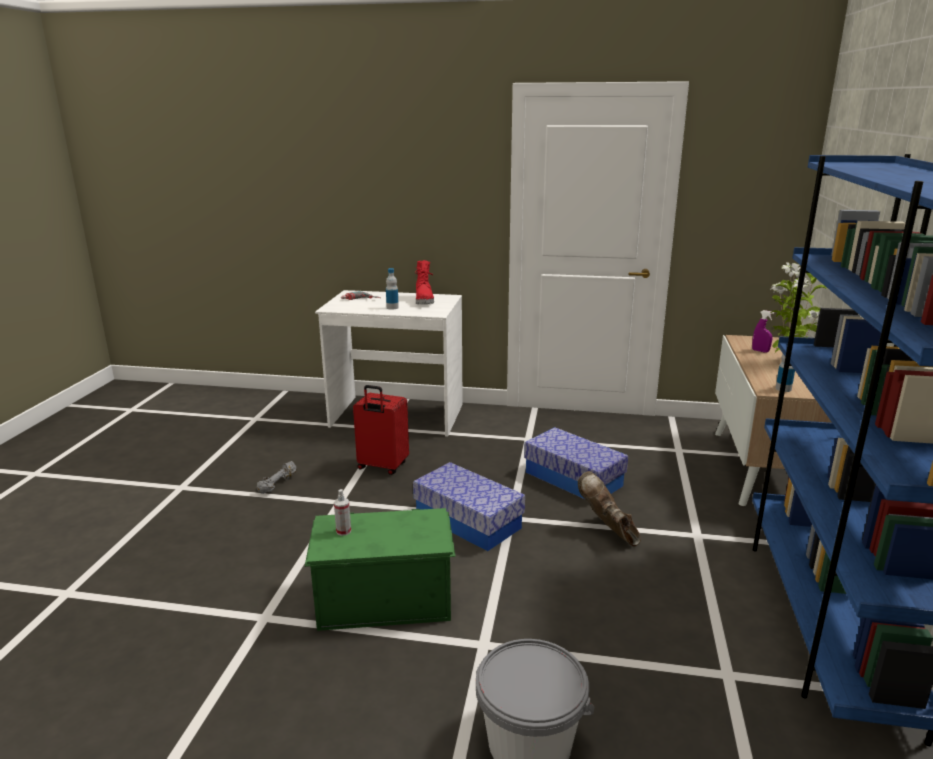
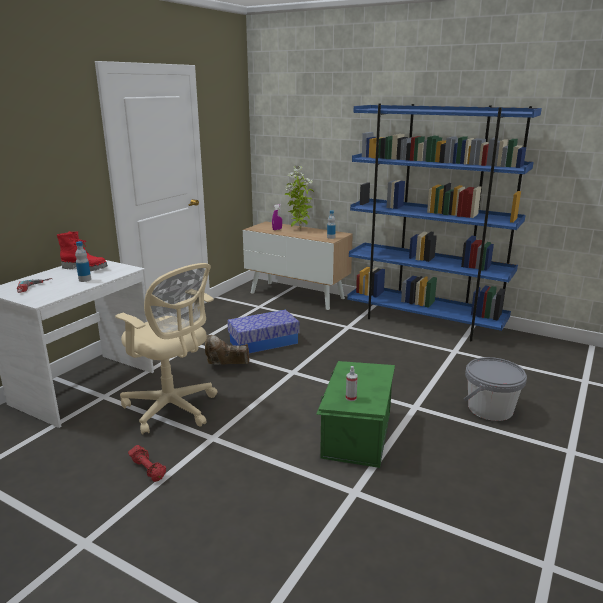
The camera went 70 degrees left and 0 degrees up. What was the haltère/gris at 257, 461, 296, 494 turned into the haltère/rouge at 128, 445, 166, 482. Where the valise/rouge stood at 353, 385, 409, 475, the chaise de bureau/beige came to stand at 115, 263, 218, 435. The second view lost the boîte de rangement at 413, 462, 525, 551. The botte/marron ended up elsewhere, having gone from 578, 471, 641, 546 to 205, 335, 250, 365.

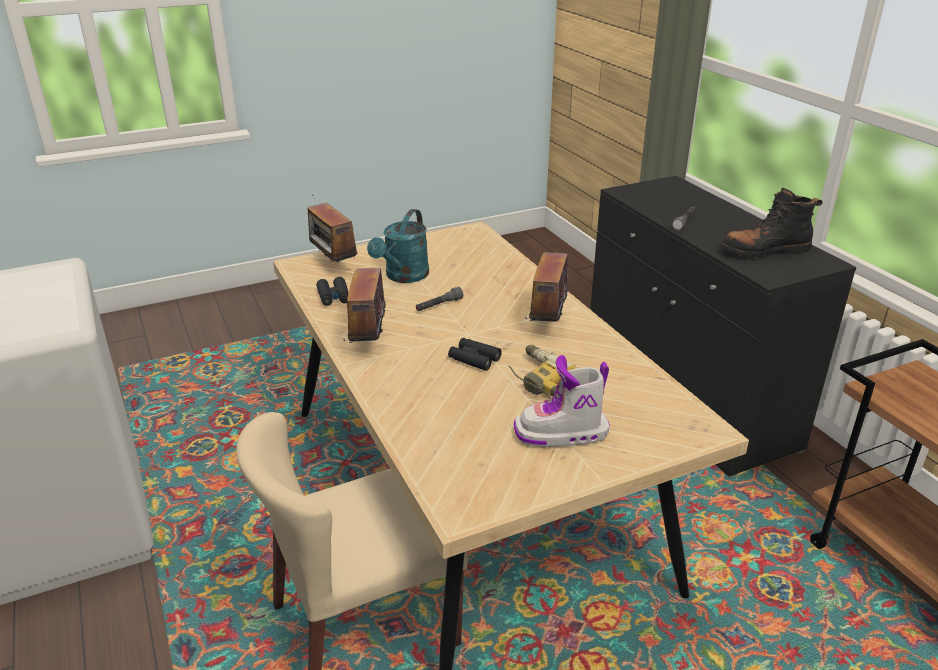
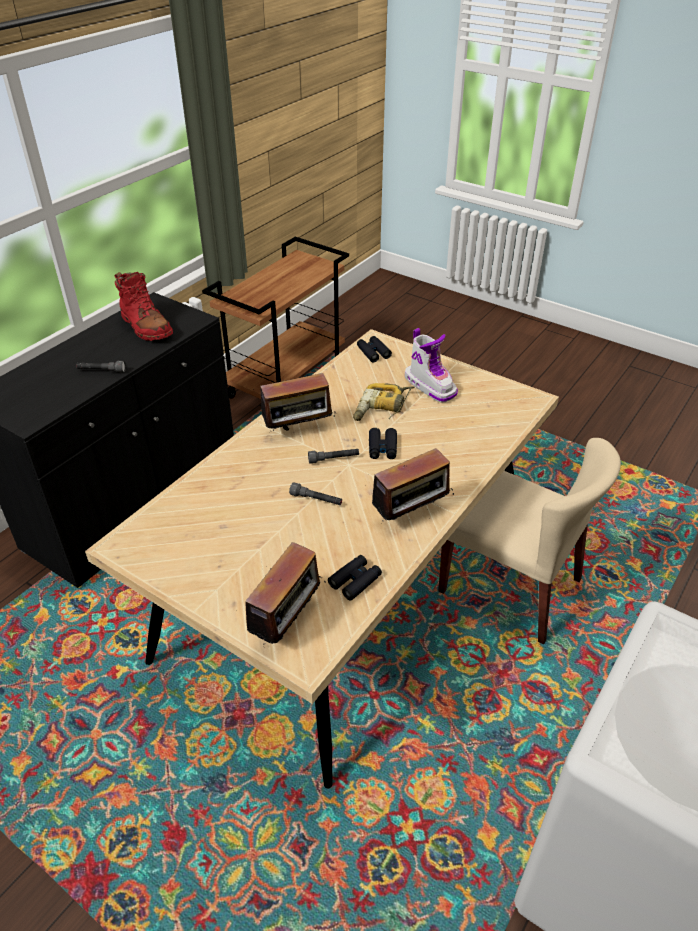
The camera went 120 degrees left and 10 degrees up. The second view lost the arrosoir/turquoise at 367, 209, 429, 283. What was the botte/noir at 720, 188, 822, 258 turned into the botte/rouge at 114, 272, 173, 341. The second view gained the lampe de poche/gris at 308, 449, 359, 464. The second view gained the jumelles/noir at 357, 336, 392, 362.

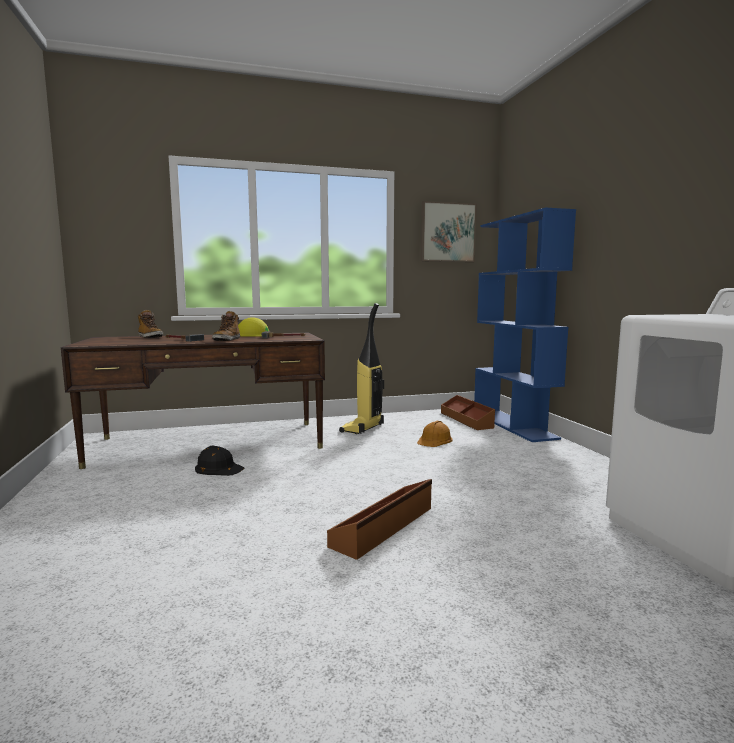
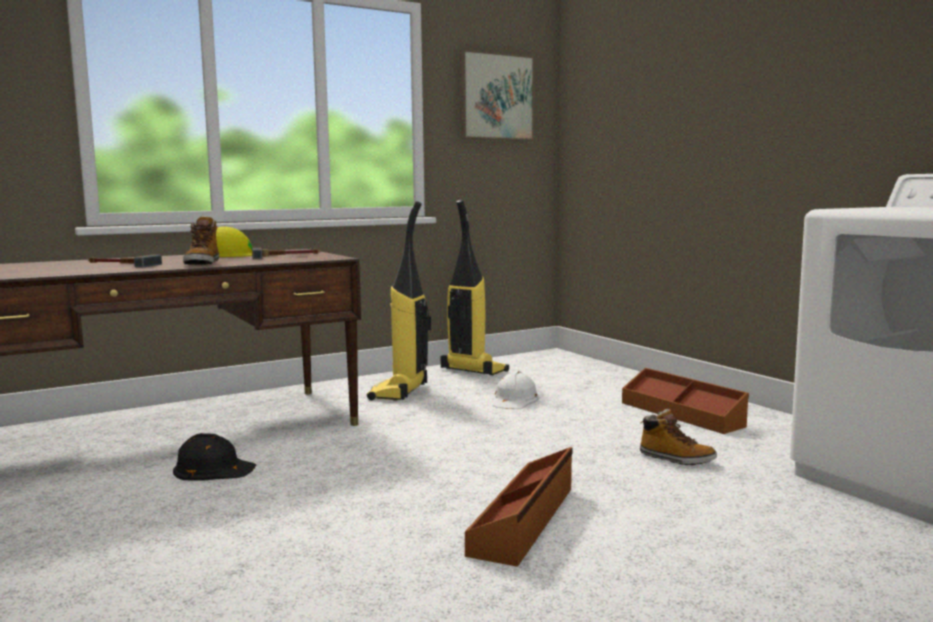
The camera went 15 degrees left and 0 degrees up. The botte ended up elsewhere, having gone from 138, 310, 163, 338 to 640, 409, 717, 465. What was the casque de chantier/orange at 417, 421, 452, 447 turned into the casque de chantier/blanc at 492, 371, 540, 409. The boîte de rangement/marron ended up elsewhere, having gone from 441, 395, 495, 430 to 622, 368, 749, 434. The second view lost the bibliothèque/bleu at 474, 208, 576, 442. The second view gained the aspirateur at 441, 200, 509, 375.

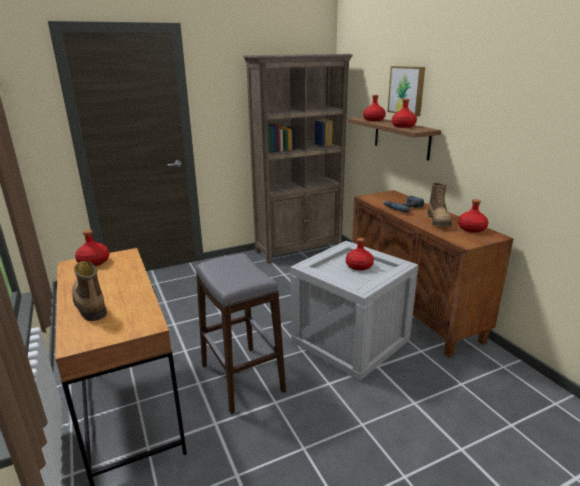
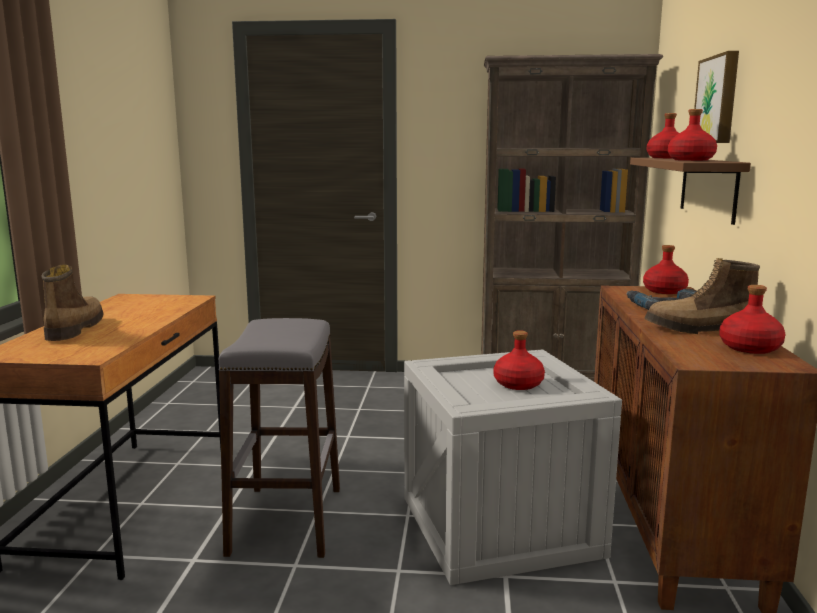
The camera went 30 degrees right and 10 degrees down. The bouteille/rouge ended up elsewhere, having gone from 75, 230, 110, 266 to 643, 245, 689, 294. The botte at 427, 183, 452, 227 ended up facing another way, 60 degrees clockwise from before.

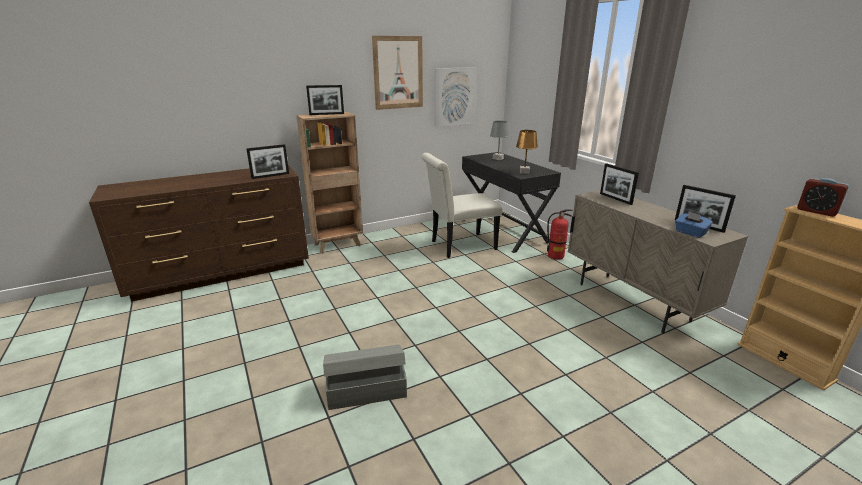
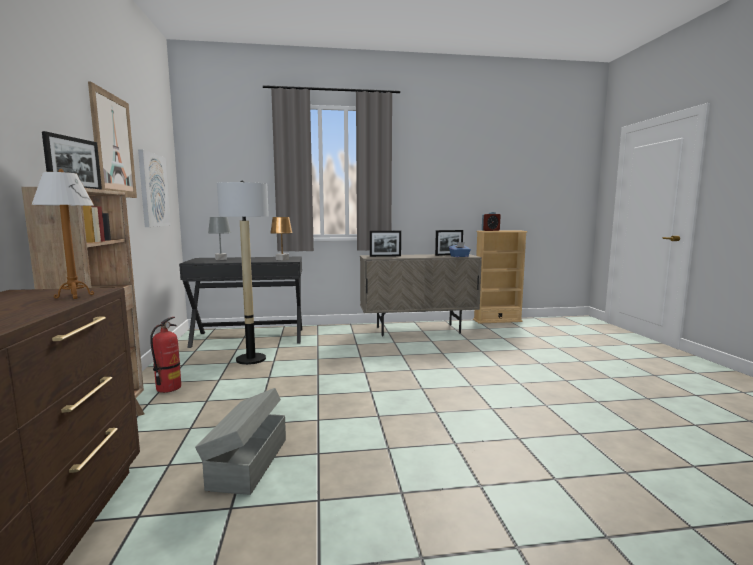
The camera went 70 degrees left and 15 degrees down. Where the cadre photo stood at 246, 144, 289, 179, the lampe de table came to stand at 31, 169, 94, 299. The boîte de rangement/gris ended up elsewhere, having gone from 323, 345, 407, 410 to 195, 388, 286, 495. Where the chaise/blanc stood at 421, 153, 502, 258, the lampadaire came to stand at 217, 181, 269, 365. The extincteur ended up elsewhere, having gone from 546, 209, 573, 260 to 150, 317, 181, 393.

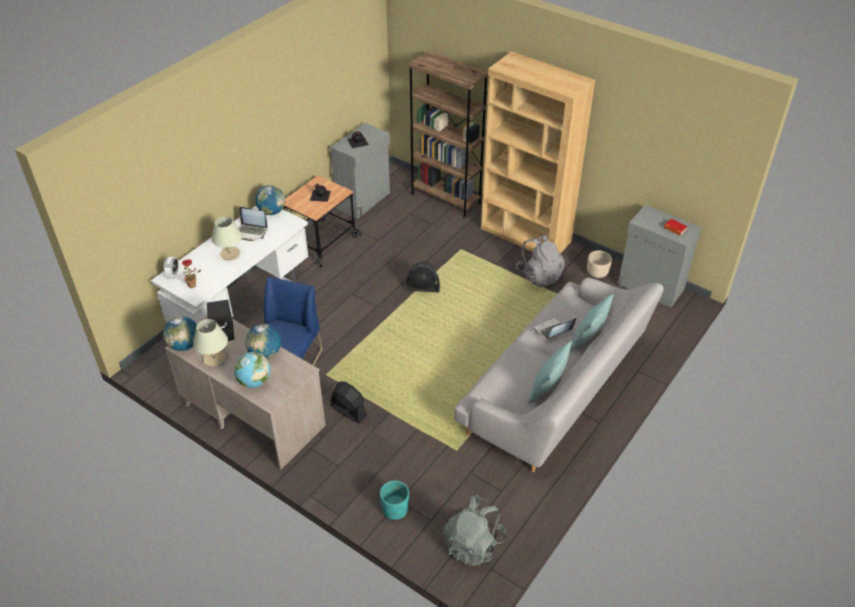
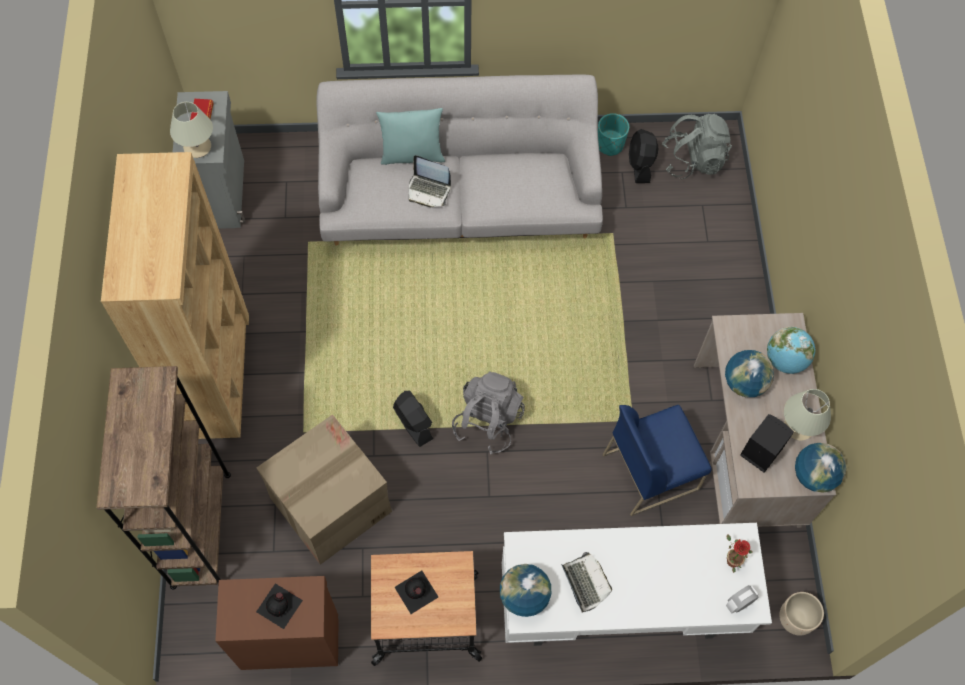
The camera went 130 degrees left and 20 degrees up. The lampe de table/beige ended up elsewhere, having gone from 211, 216, 242, 260 to 170, 102, 213, 158. What was the meuble de rangement/gris at 330, 123, 390, 219 turned into the meuble de rangement/marron at 215, 576, 338, 670. The ventilateur/noir ended up elsewhere, having gone from 330, 381, 367, 423 to 629, 129, 658, 183. The cache-pot/turquoise ended up elsewhere, having gone from 380, 481, 409, 520 to 598, 113, 629, 156. The sac à dos/gris ended up elsewhere, having gone from 516, 235, 565, 287 to 452, 372, 525, 454. The second view lost the coussin/turquoise at 528, 341, 572, 404. The cache-pot/beige ended up elsewhere, having gone from 587, 250, 612, 278 to 779, 592, 824, 636. The second view gained the carton at 256, 414, 392, 565.

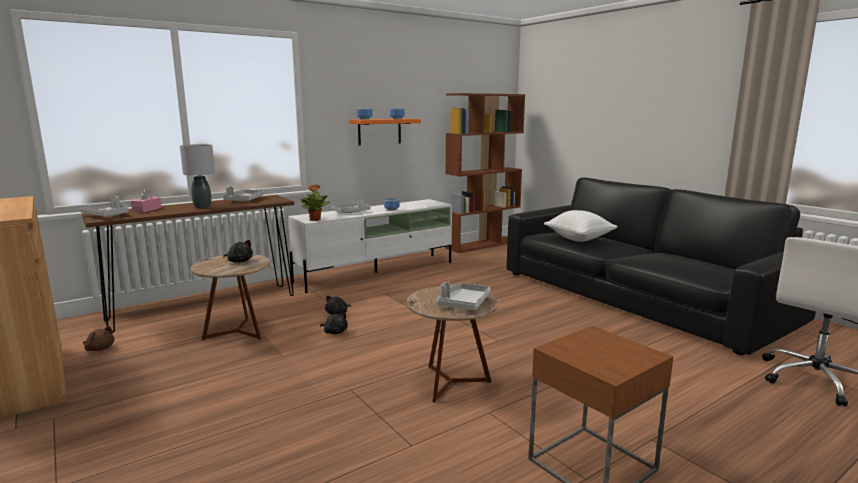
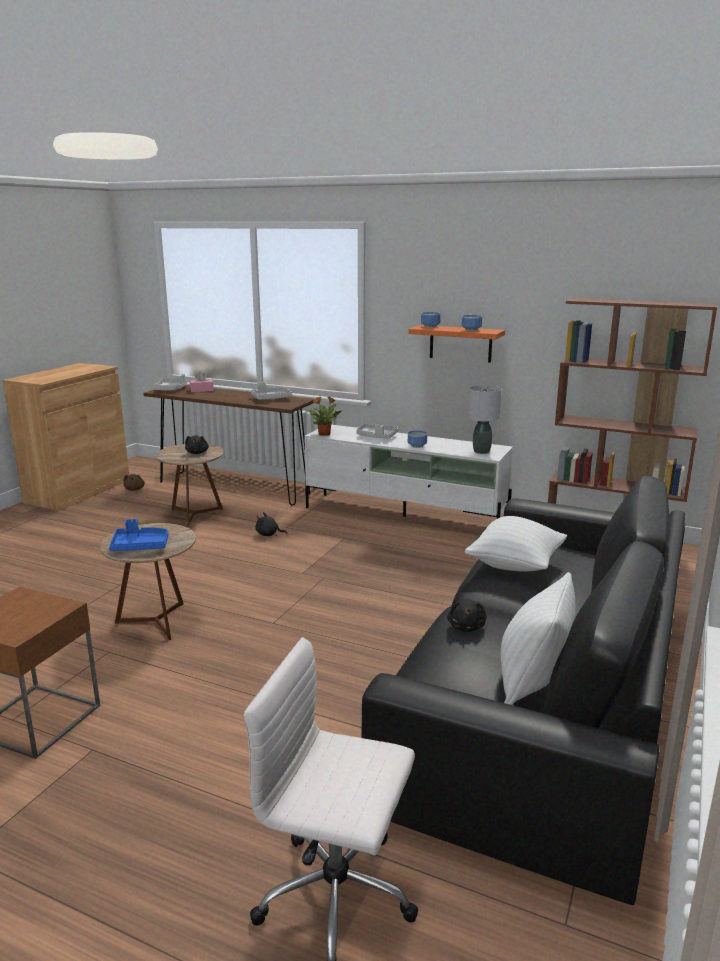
The camera went 60 degrees right and 5 degrees up. The lampe de table/gris ended up elsewhere, having gone from 180, 144, 215, 208 to 468, 385, 501, 454. The peluche/noir ended up elsewhere, having gone from 320, 312, 348, 334 to 447, 599, 487, 632. What was the plateau/gris at 437, 282, 491, 310 turned into the plateau/bleu at 109, 519, 168, 551. The second view gained the coussin/blanc at 501, 572, 576, 705.

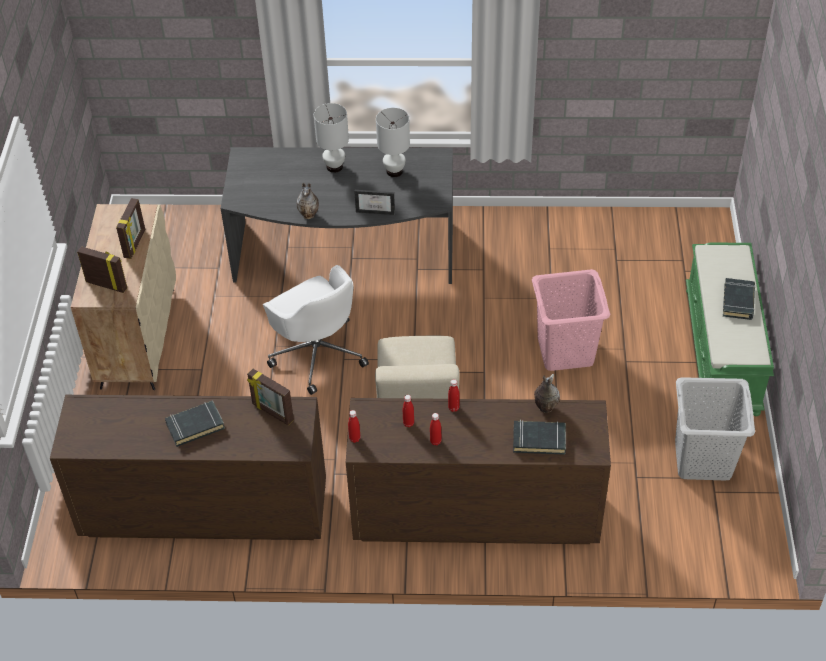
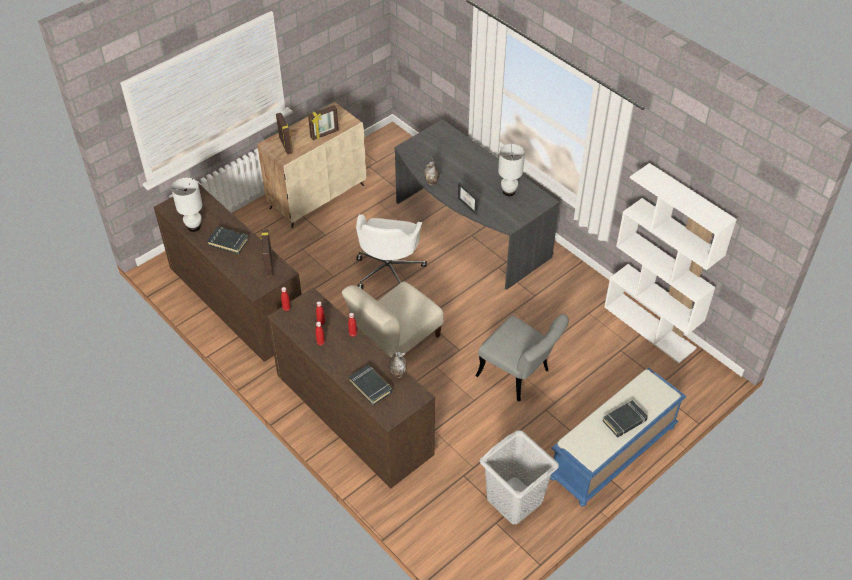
The camera went 45 degrees right and 0 degrees up. The lampe de table/blanc ended up elsewhere, having gone from 314, 103, 349, 173 to 171, 178, 203, 232. Where the panier à linge/rose stood at 532, 269, 610, 371, the chaise/gris came to stand at 475, 314, 569, 401. What was the banc/vert at 686, 243, 774, 416 turned into the banc/bleu at 550, 368, 686, 507. The second view gained the bibliothèque/blanc at 604, 163, 737, 363.

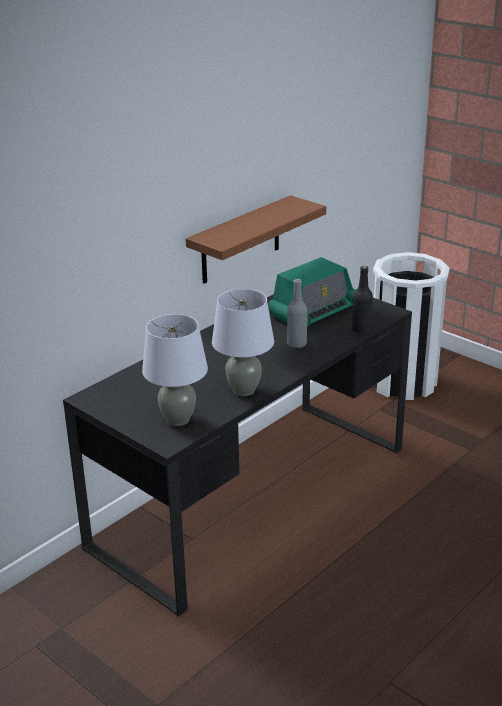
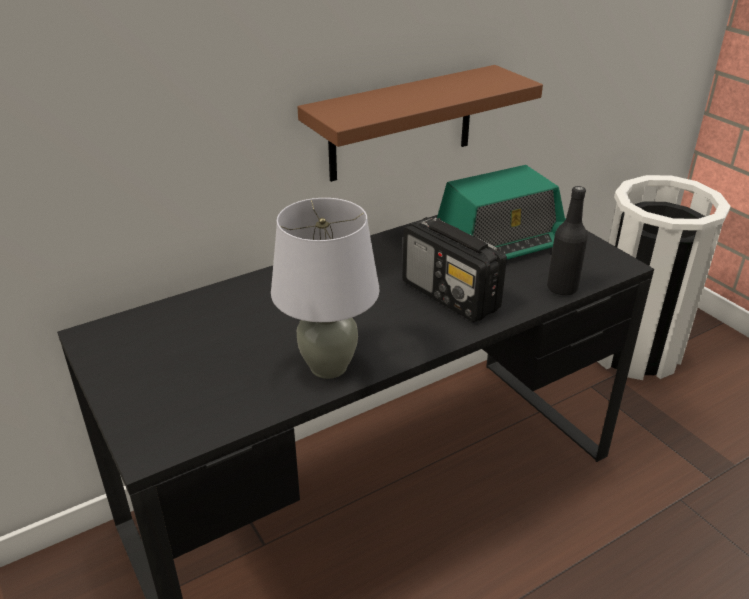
The camera went 15 degrees right and 5 degrees up. The second view lost the lampe de table/gris at 142, 314, 208, 426. Where the bouteille/gris stood at 287, 279, 307, 348, the radio came to stand at 403, 217, 507, 322.

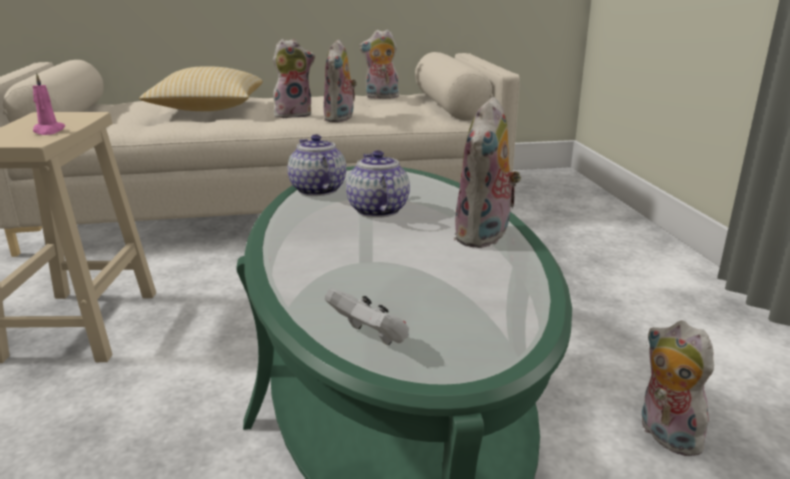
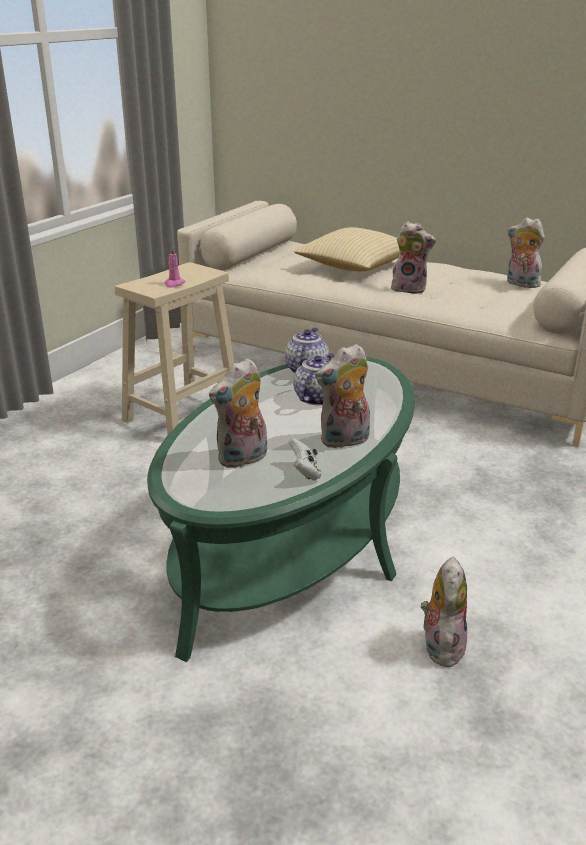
The camera went 40 degrees right and 5 degrees up. The peluche ended up elsewhere, having gone from 324, 39, 357, 123 to 209, 358, 267, 469. The manette/blanc ended up elsewhere, having gone from 325, 288, 409, 345 to 288, 438, 321, 481.

